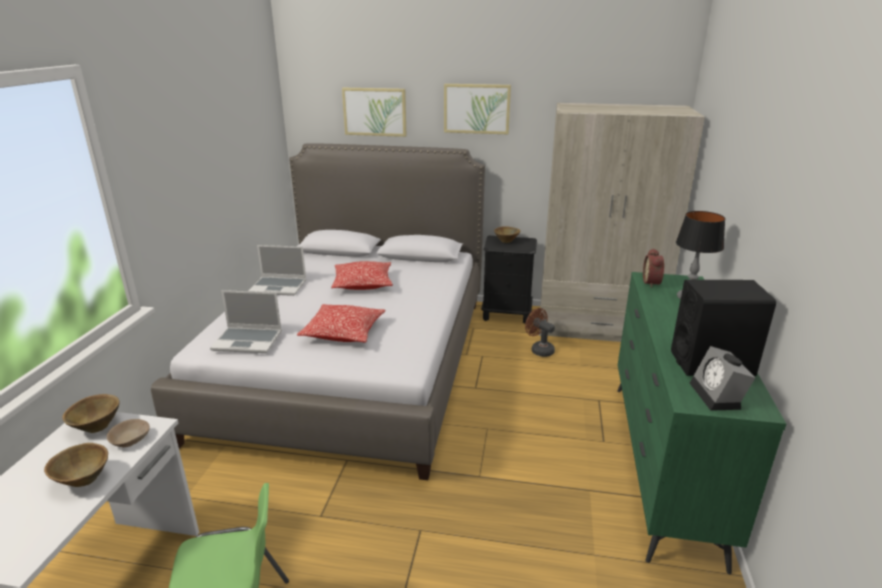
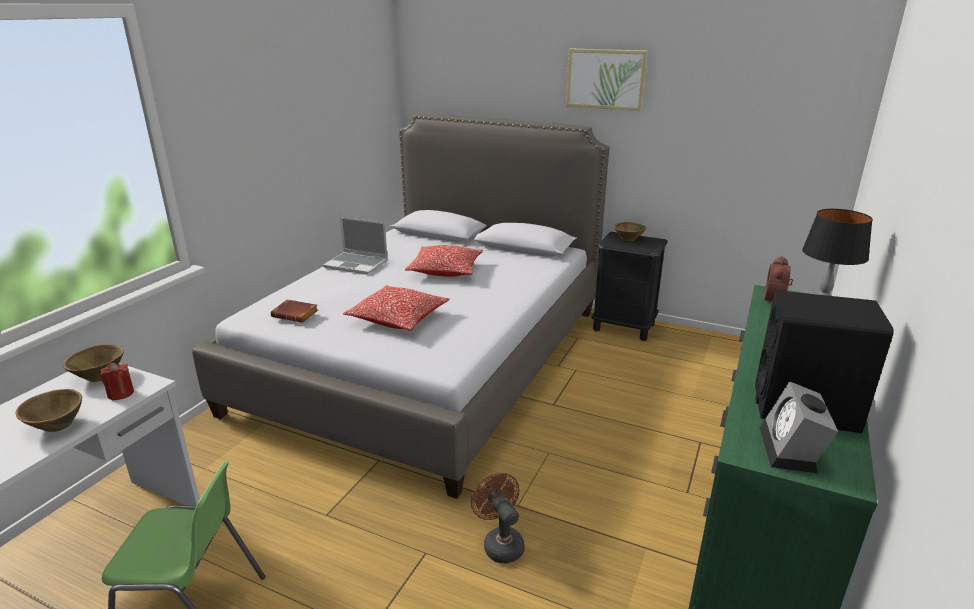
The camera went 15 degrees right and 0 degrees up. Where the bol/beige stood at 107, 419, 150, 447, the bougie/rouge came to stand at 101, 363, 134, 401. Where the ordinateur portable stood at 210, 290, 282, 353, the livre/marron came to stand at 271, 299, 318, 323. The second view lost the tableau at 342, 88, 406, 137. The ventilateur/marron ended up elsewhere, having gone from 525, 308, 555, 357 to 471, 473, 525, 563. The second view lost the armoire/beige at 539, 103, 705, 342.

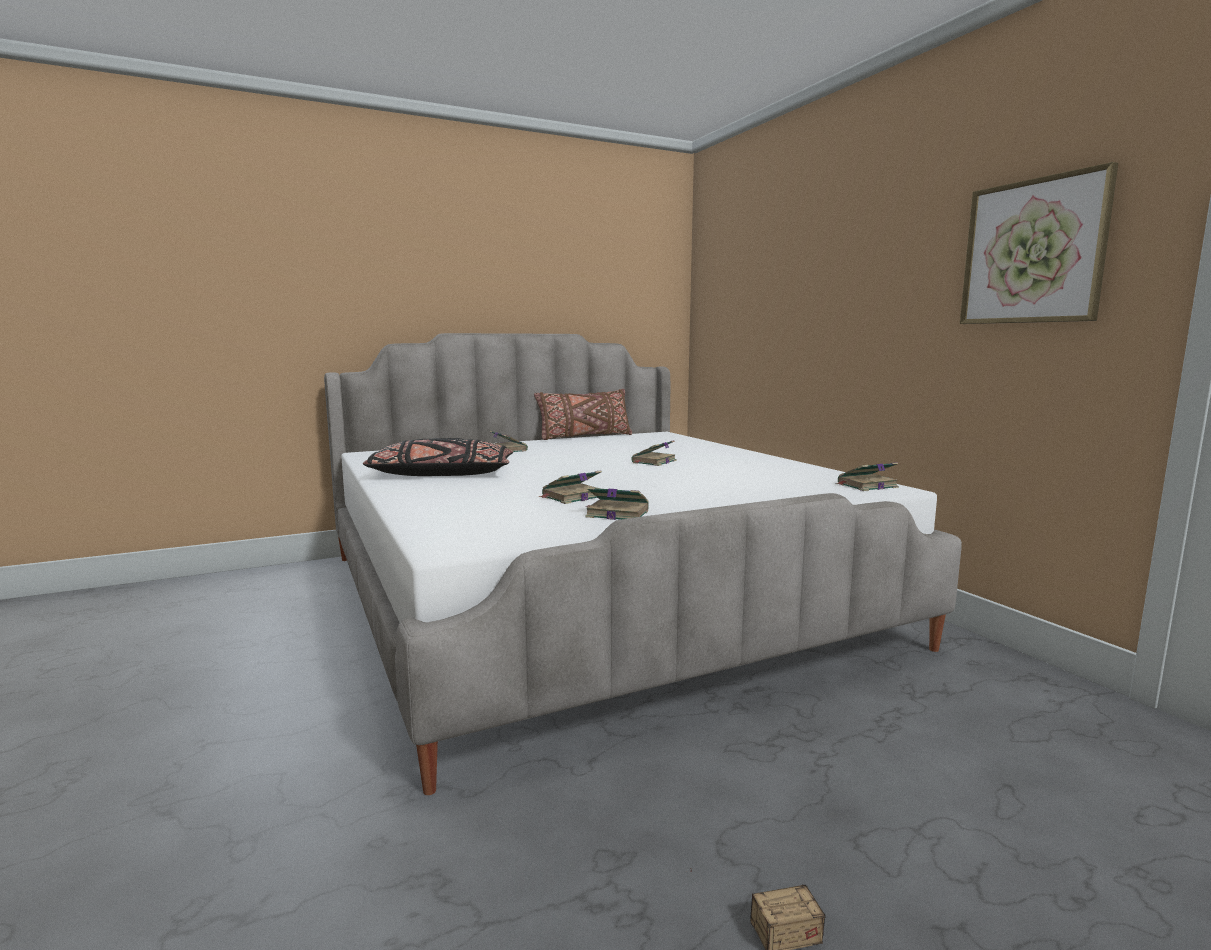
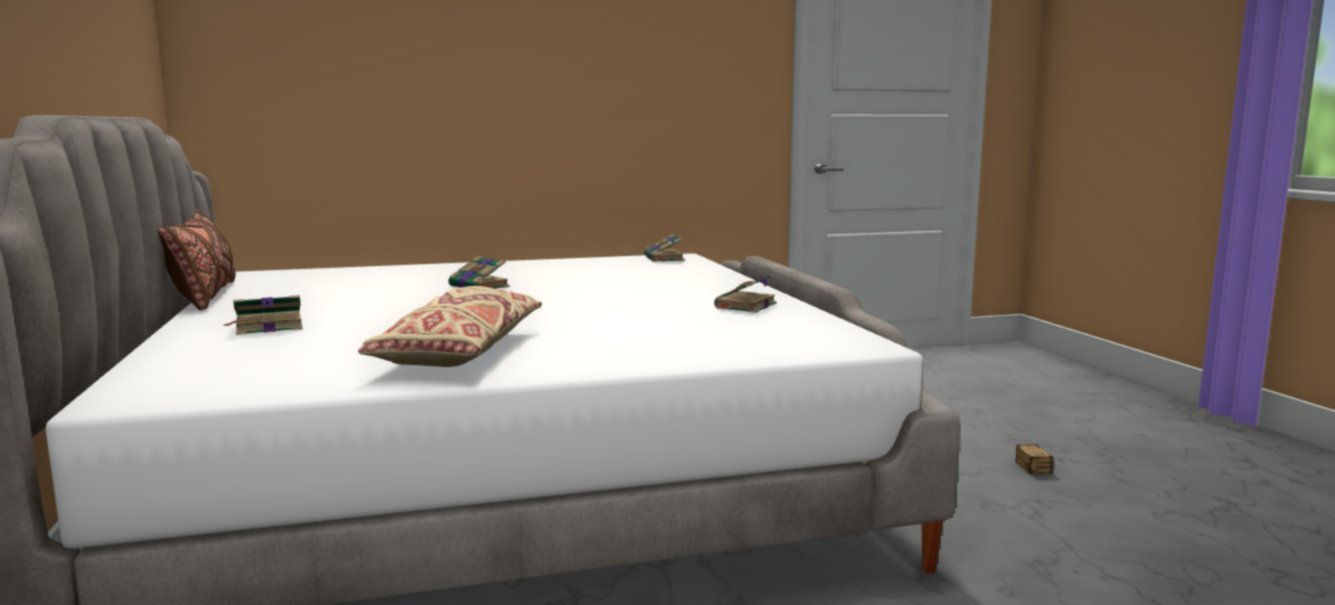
The camera went 80 degrees left and 0 degrees up. What was the coussin/noir at 363, 438, 513, 476 turned into the coussin/beige at 358, 286, 542, 367. The second view lost the livre at 539, 470, 602, 504. The second view lost the tableau at 960, 162, 1118, 324.

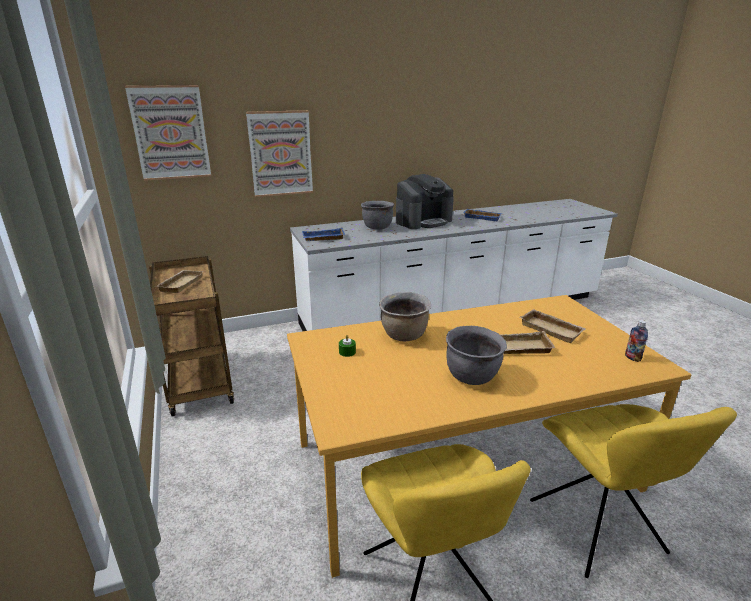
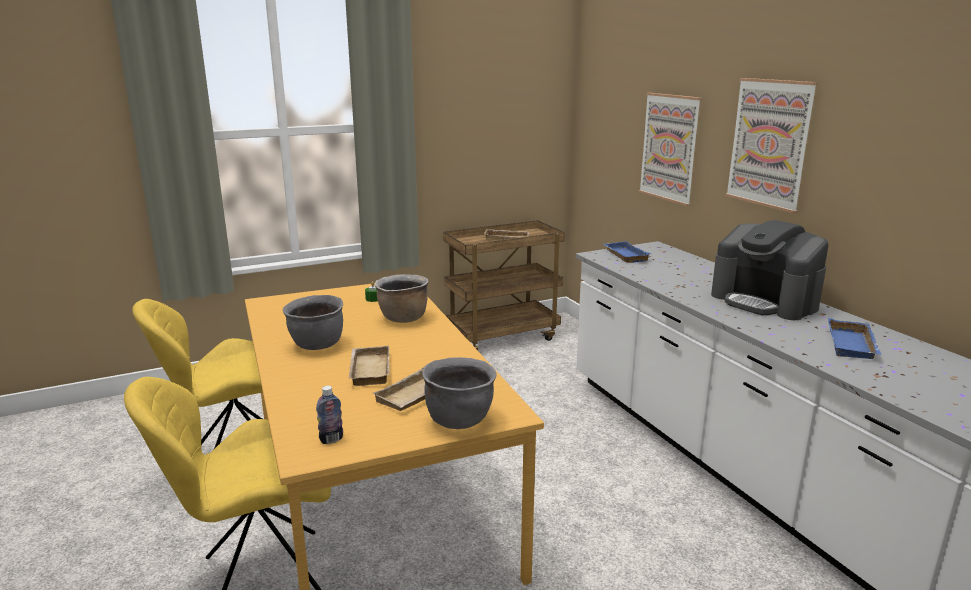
The camera went 85 degrees right and 5 degrees down. The tableau ended up elsewhere, having gone from 125, 85, 211, 181 to 725, 78, 818, 213. The marmite/gris ended up elsewhere, having gone from 361, 201, 394, 230 to 422, 357, 497, 429.

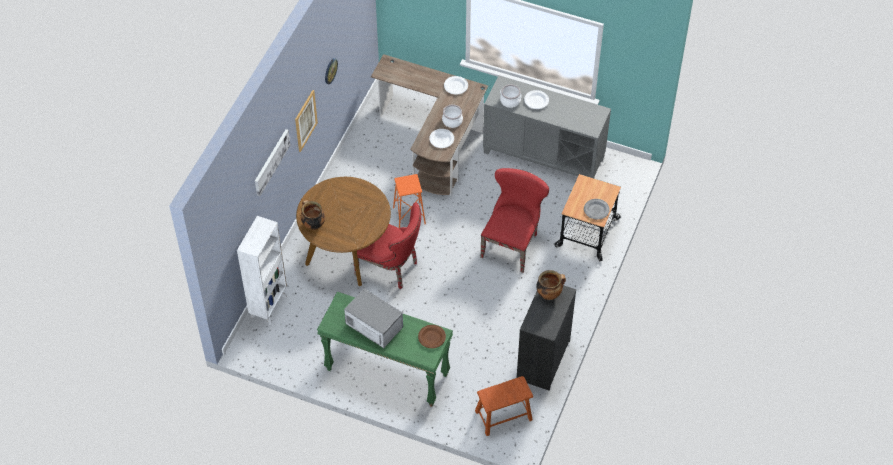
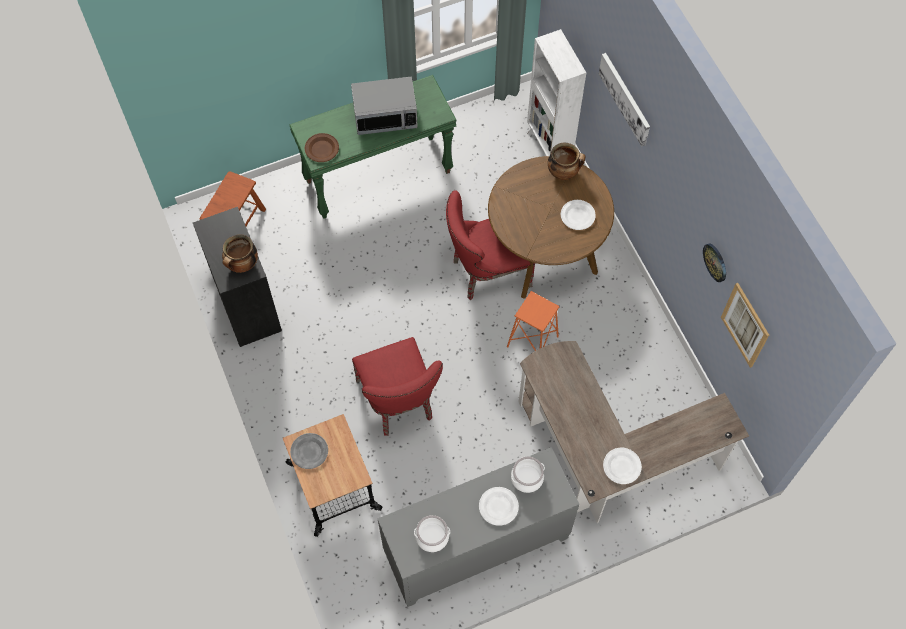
The camera went 135 degrees right and 10 degrees up. The tableau ended up elsewhere, having gone from 295, 90, 318, 152 to 721, 283, 769, 368. The assiette/blanc ended up elsewhere, having gone from 429, 129, 454, 148 to 561, 200, 596, 230. The marmite ended up elsewhere, having gone from 442, 105, 463, 128 to 414, 515, 450, 552.

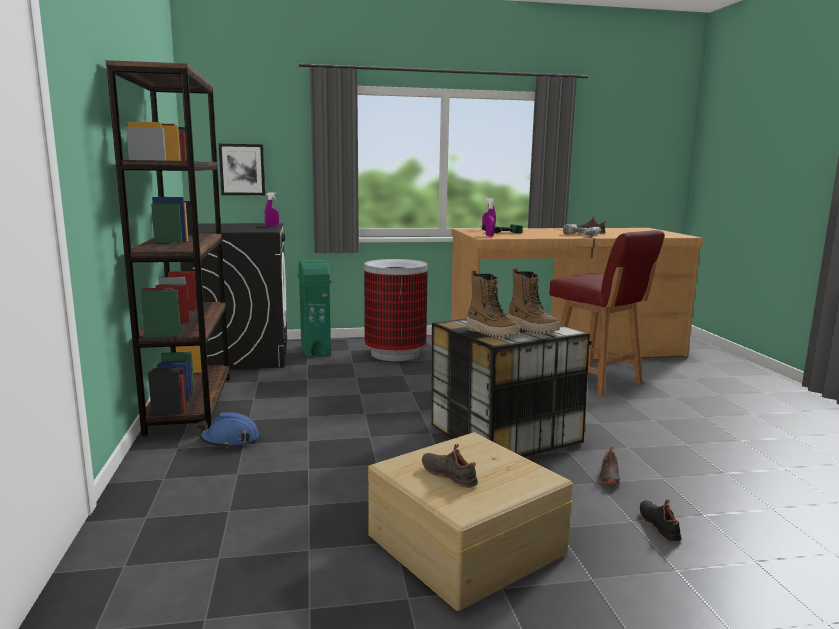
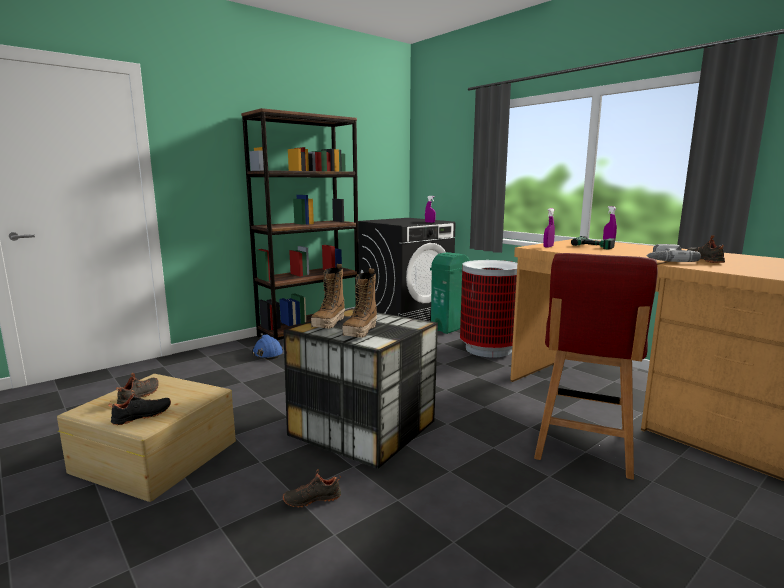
The camera went 60 degrees right and 0 degrees up. The second view lost the tableau at 219, 144, 265, 195. The chaussure/noir ended up elsewhere, having gone from 640, 499, 681, 542 to 108, 390, 171, 425.

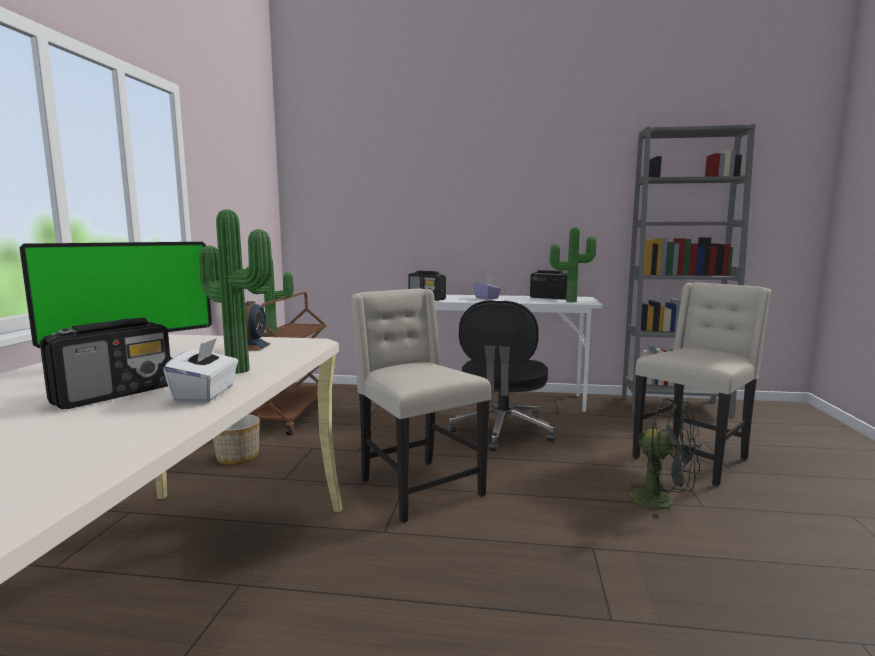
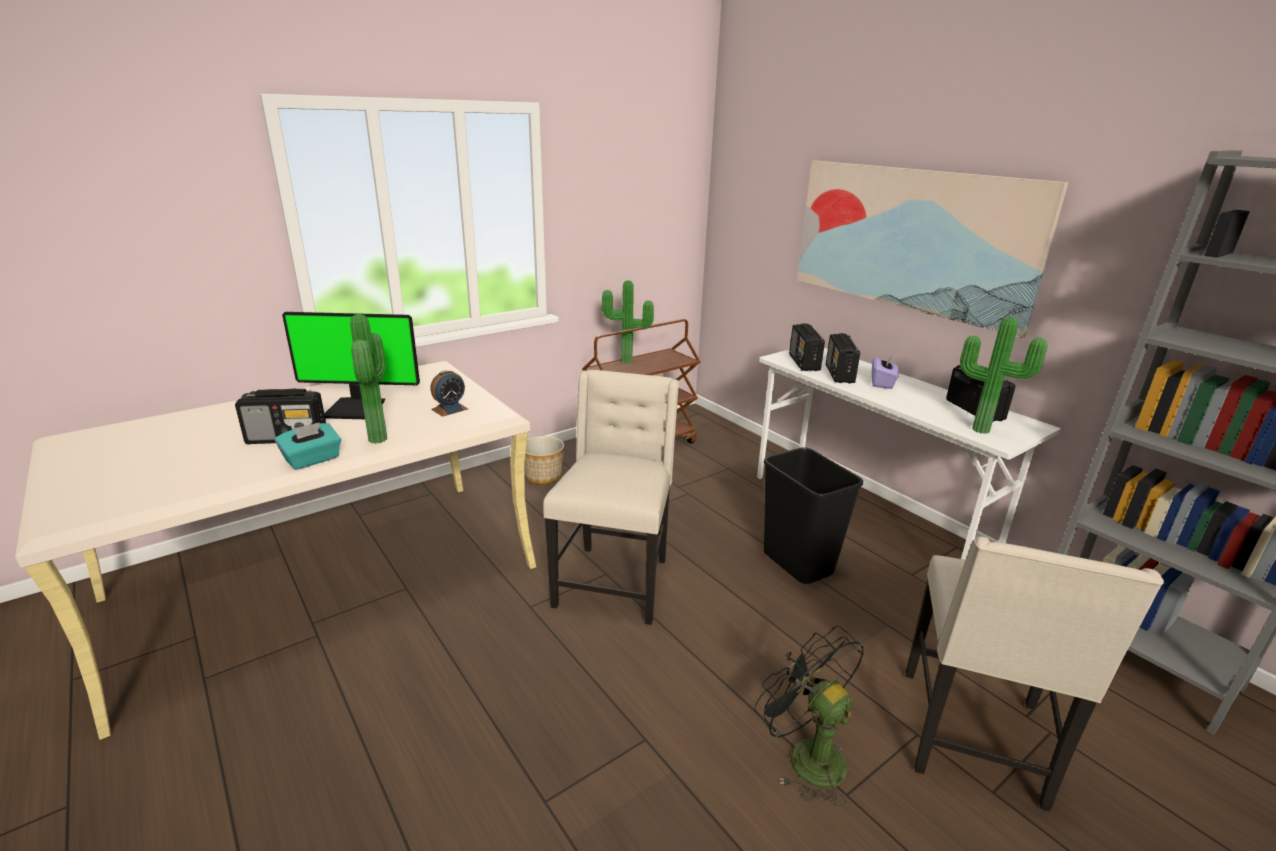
The camera went 45 degrees right and 15 degrees up. What was the boîte à mouchoirs/blanc at 164, 338, 238, 402 turned into the boîte à mouchoirs/turquoise at 275, 423, 341, 470. Where the chaise de bureau/noir stood at 448, 300, 557, 452, the poubelle/noir came to stand at 764, 447, 863, 584. The ventilateur/noir at 623, 398, 701, 519 ended up facing another way, 150 degrees clockwise from before. The chaise/beige at 632, 283, 772, 486 ended up facing another way, 105 degrees clockwise from before. The second view gained the tableau at 797, 161, 1069, 338. The second view gained the radio at 826, 333, 860, 384.

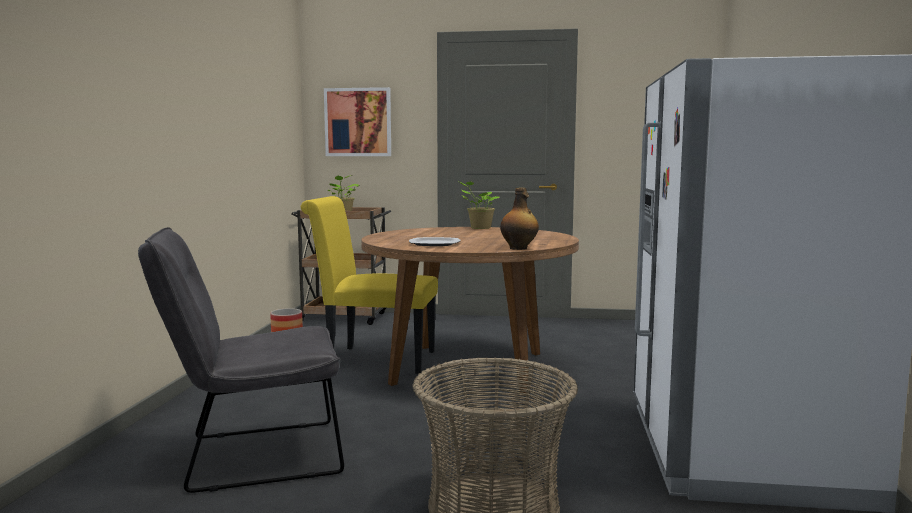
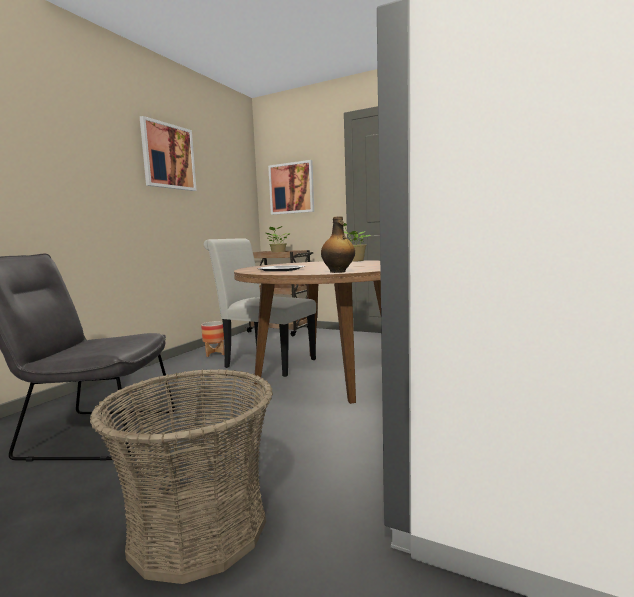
The camera went 20 degrees right and 0 degrees up. What was the chaise/jaune at 301, 196, 438, 374 turned into the chaise/blanc at 204, 238, 316, 377. The second view gained the tableau at 140, 116, 197, 191.

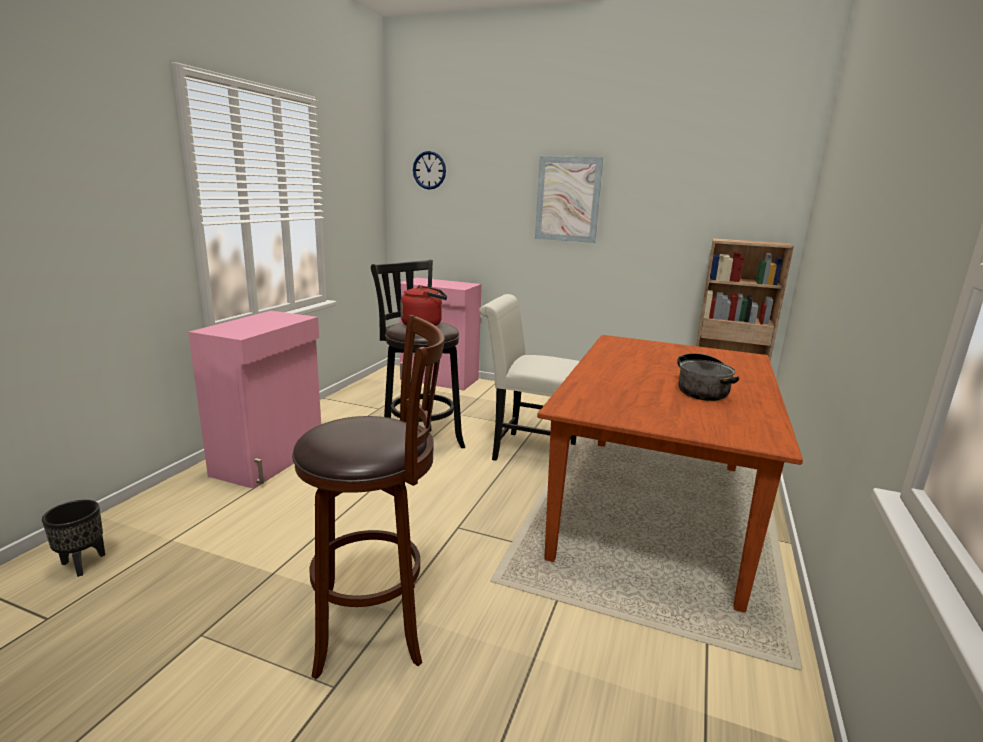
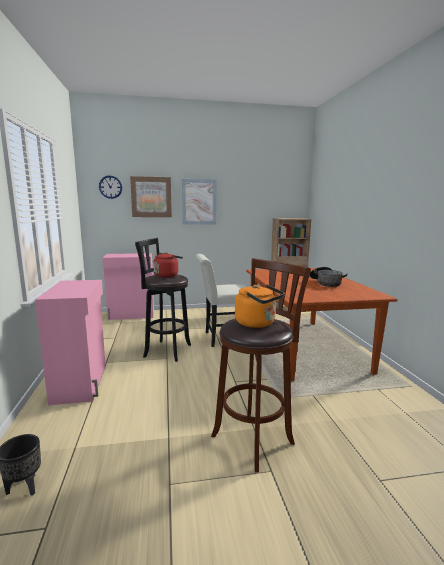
The camera went 30 degrees left and 5 degrees down. The second view gained the tableau at 130, 176, 172, 217. The second view gained the bouilloire/orange at 235, 284, 285, 328.

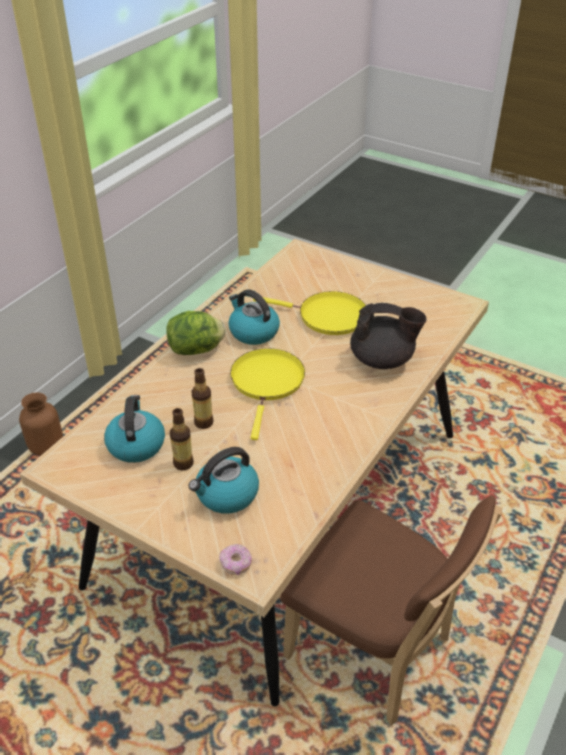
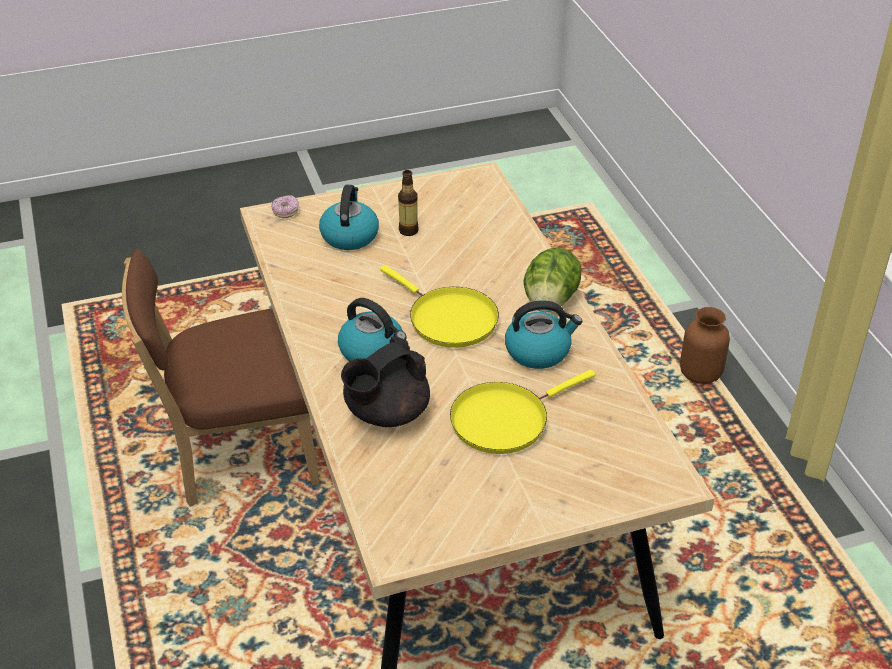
The camera went 130 degrees right and 0 degrees up. The bouilloire ended up elsewhere, having gone from 104, 395, 165, 463 to 338, 298, 407, 361. The second view lost the bouteille at 192, 368, 213, 429.

